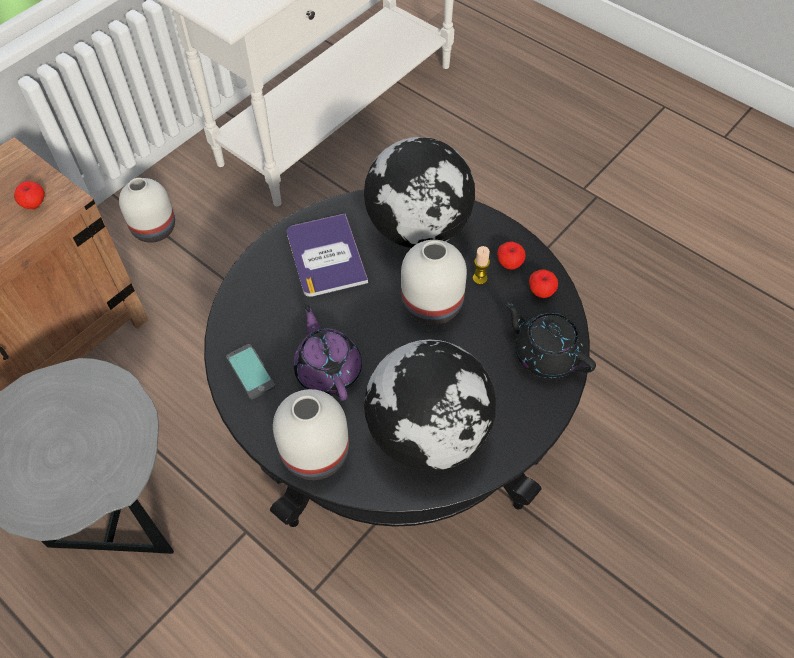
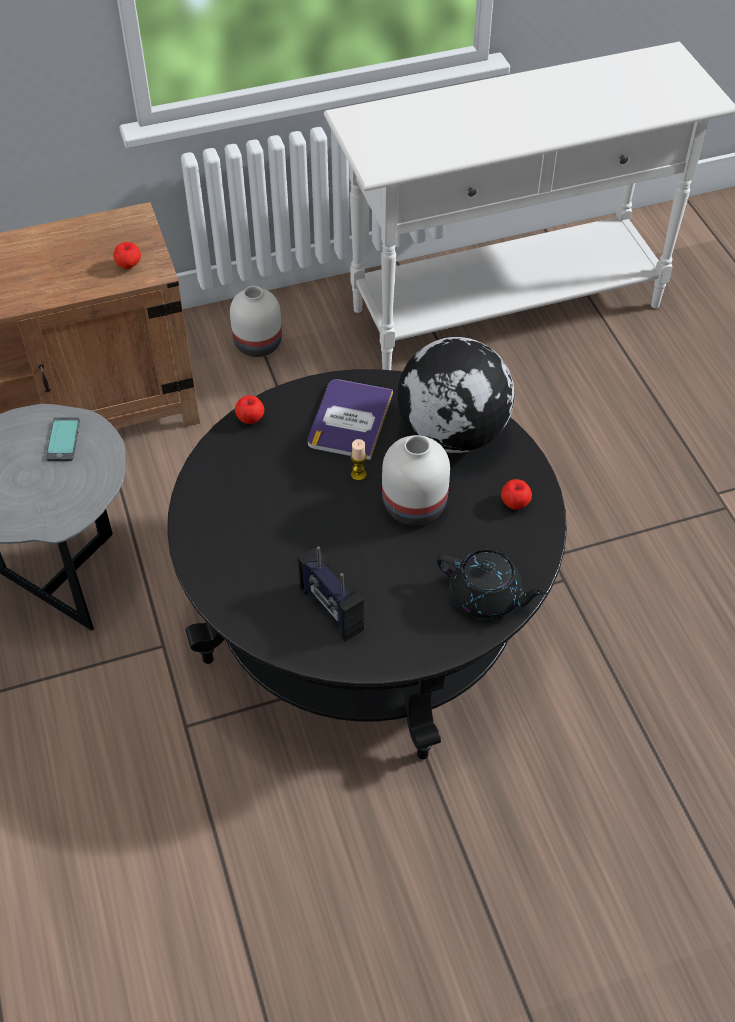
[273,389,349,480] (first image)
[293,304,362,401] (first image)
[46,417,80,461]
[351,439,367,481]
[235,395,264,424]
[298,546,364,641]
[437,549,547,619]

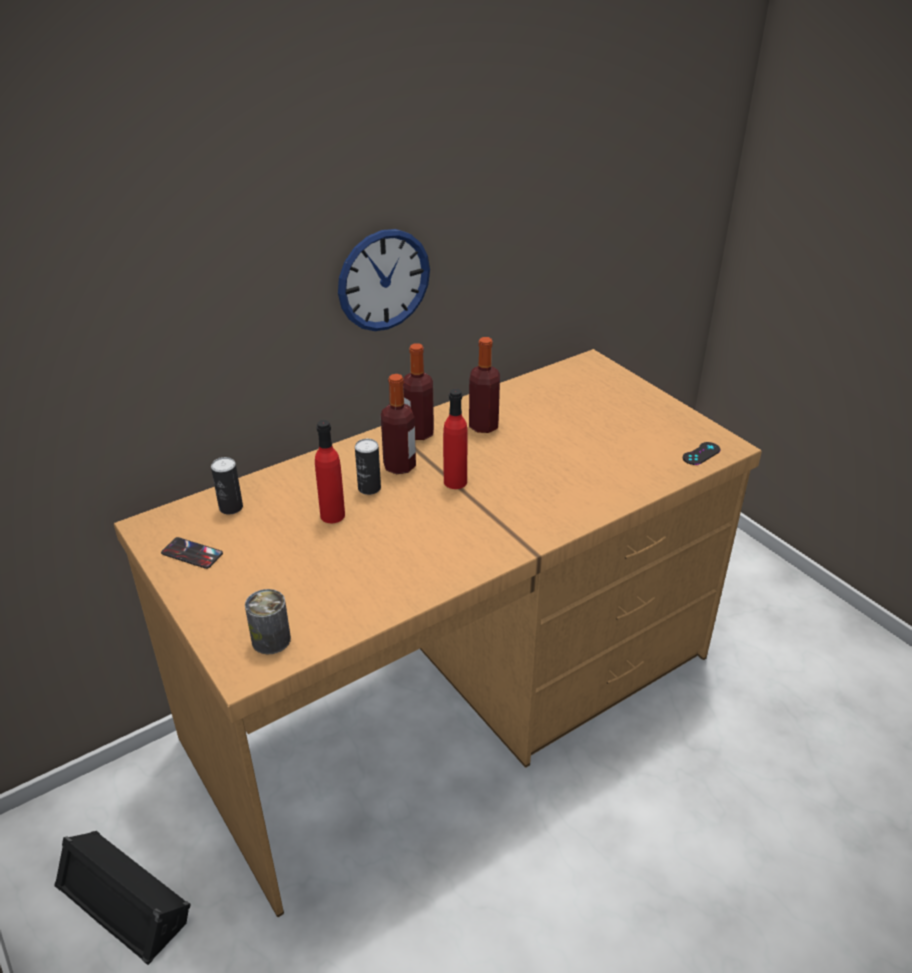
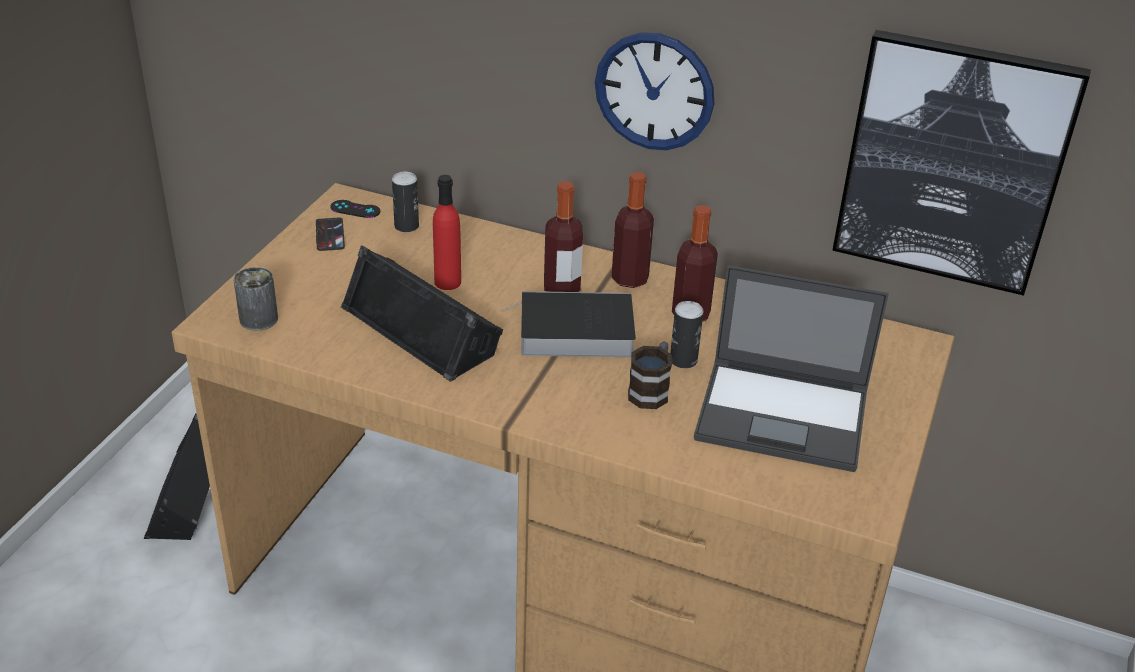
[341,245,503,382]
[628,341,672,409]
[694,265,889,472]
[832,30,1091,296]
[670,301,704,368]
[330,200,380,218]
[501,291,636,357]

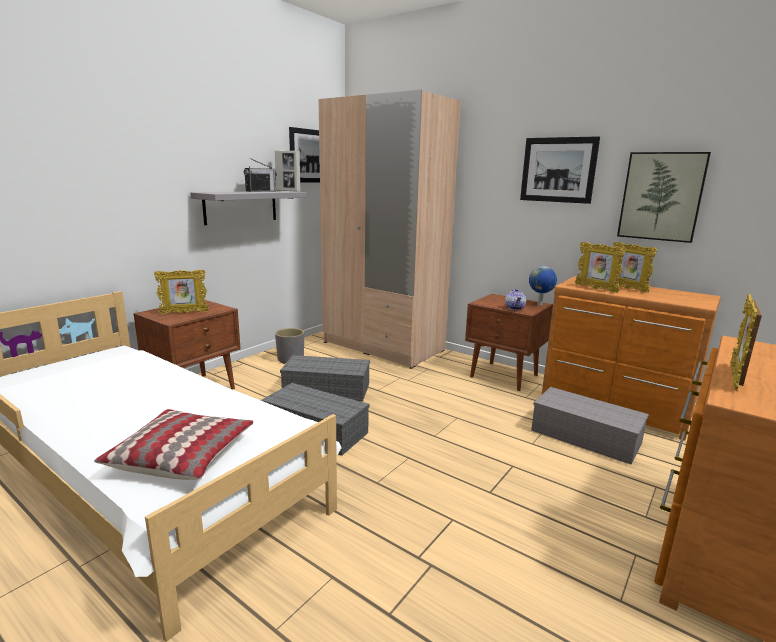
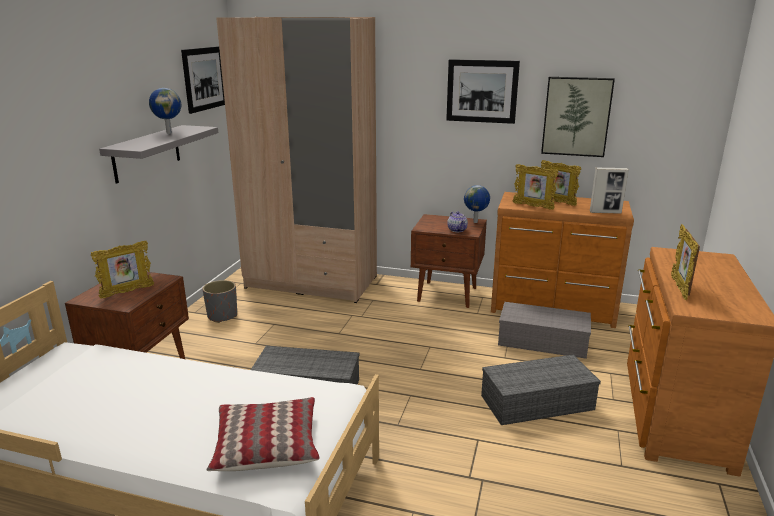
[590,167,629,214]
[481,354,601,425]
[149,88,181,134]

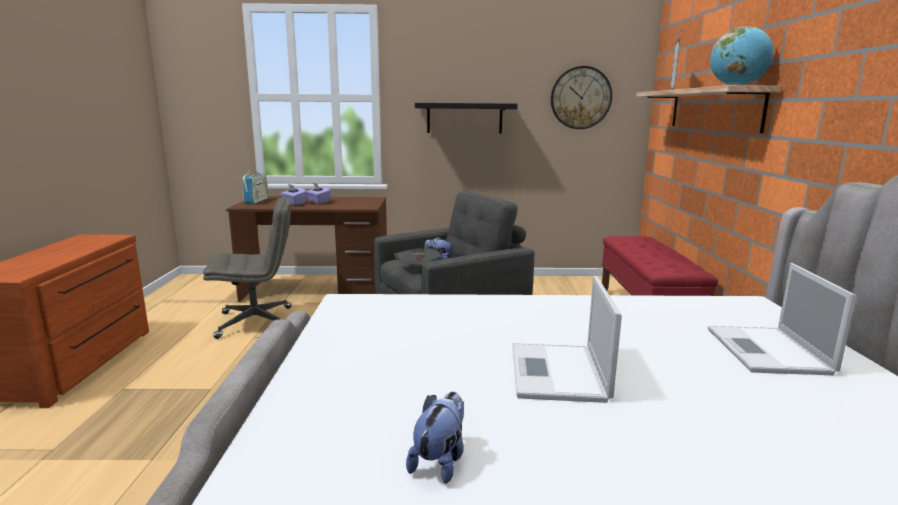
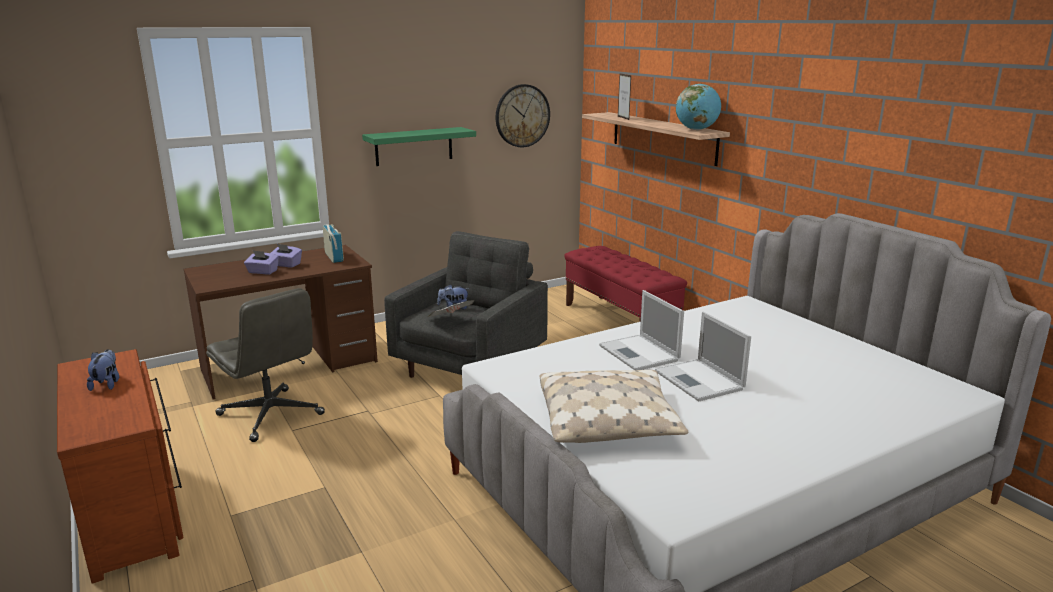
[539,370,689,443]
[323,224,344,263]
[87,349,119,391]
[599,290,684,370]
[362,127,476,166]
[206,288,325,442]

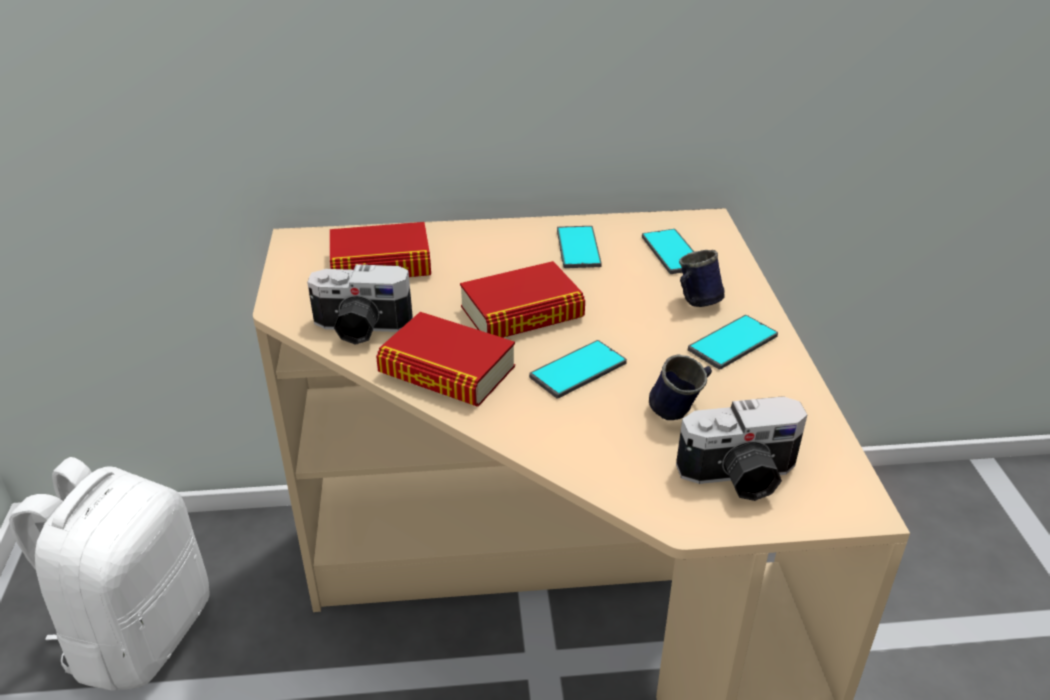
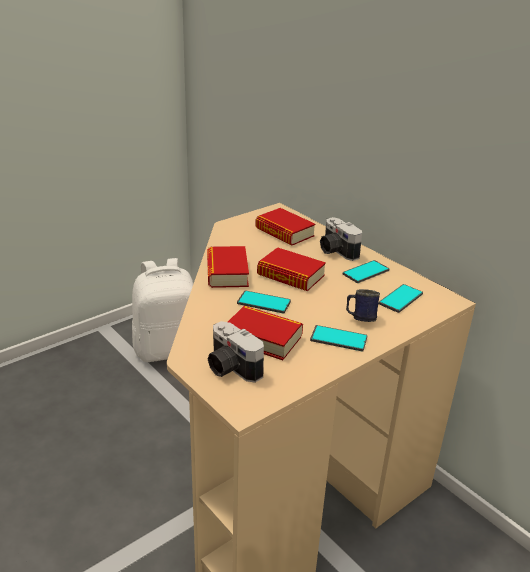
[320,217,362,261]
[228,306,303,360]

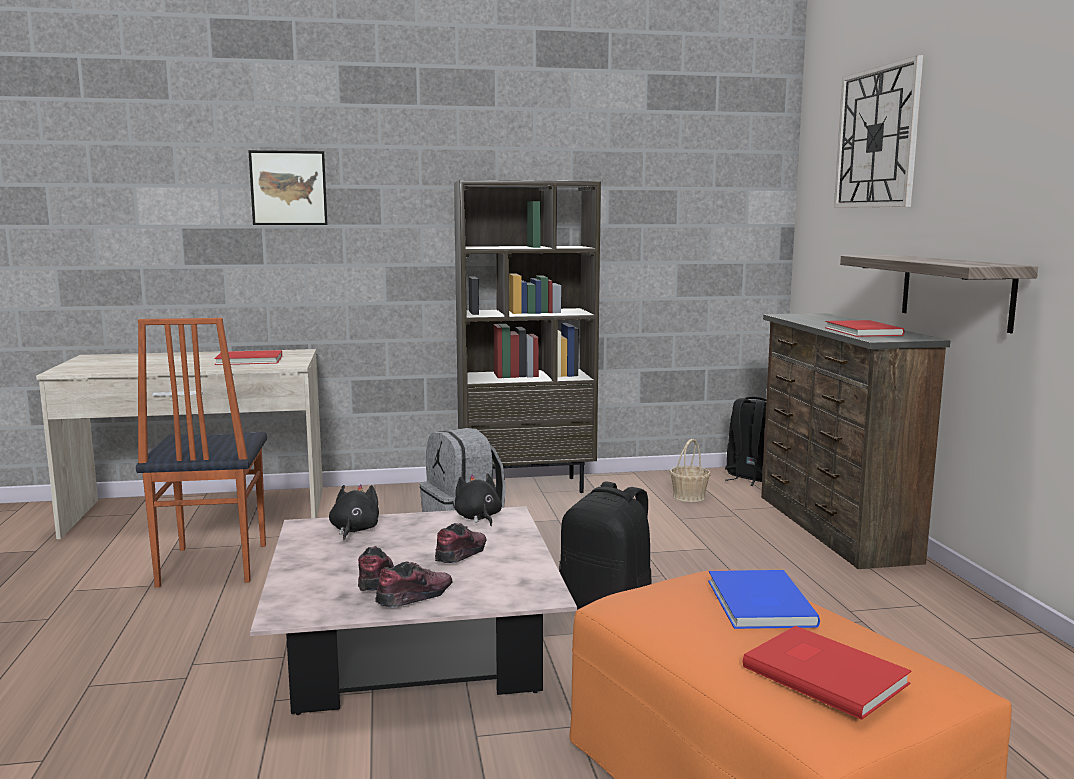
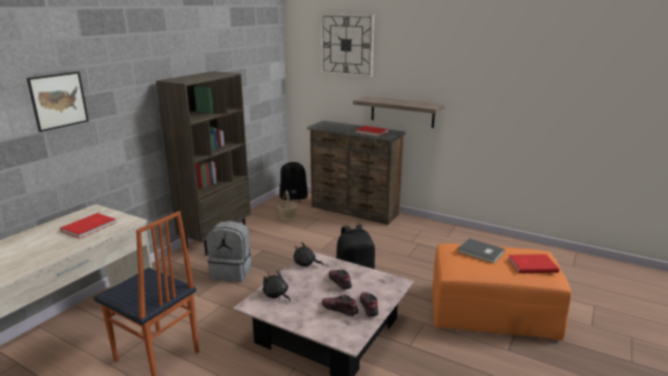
[458,238,505,263]

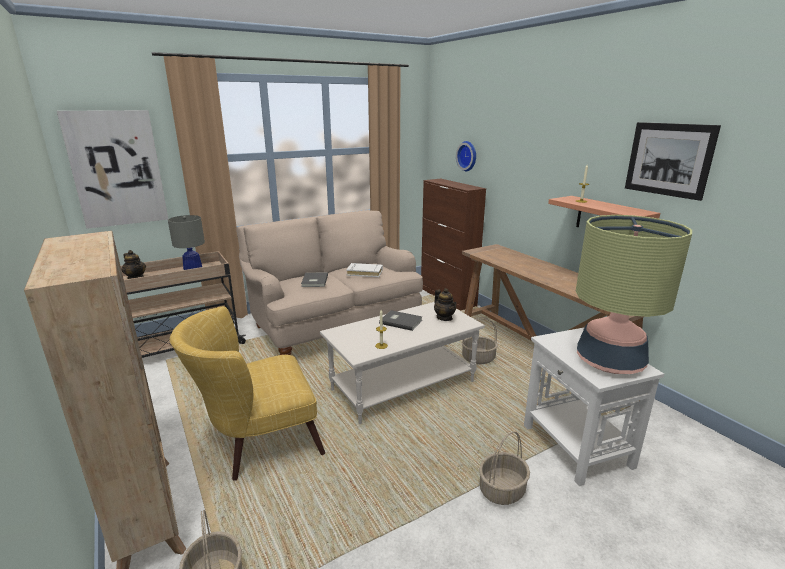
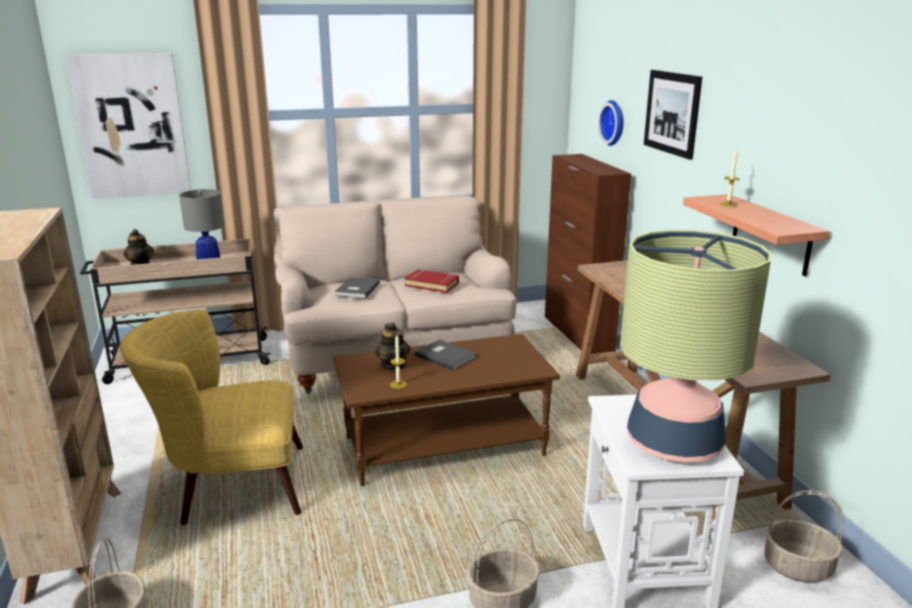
[375,322,410,371]
[765,490,844,583]
[644,70,702,160]
[333,334,560,486]
[405,269,459,293]

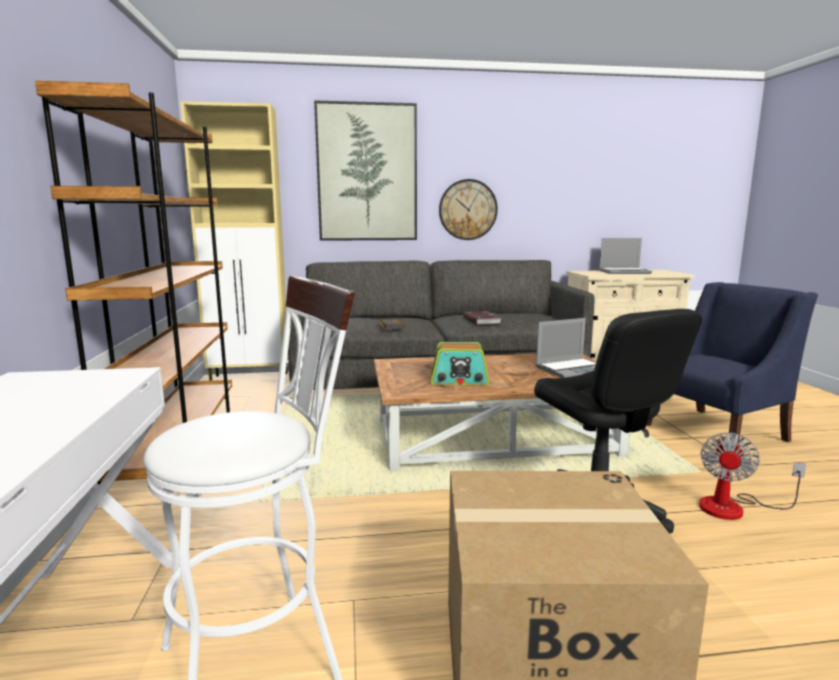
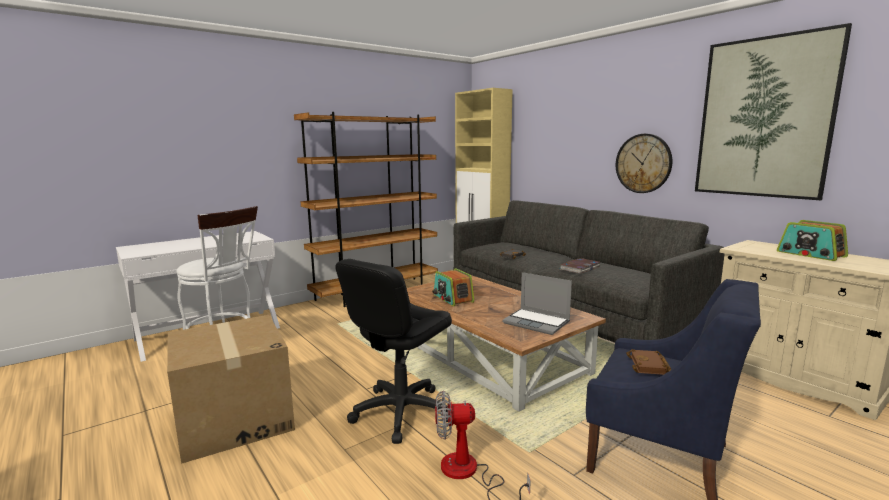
[626,349,671,375]
[695,23,852,200]
[777,220,848,261]

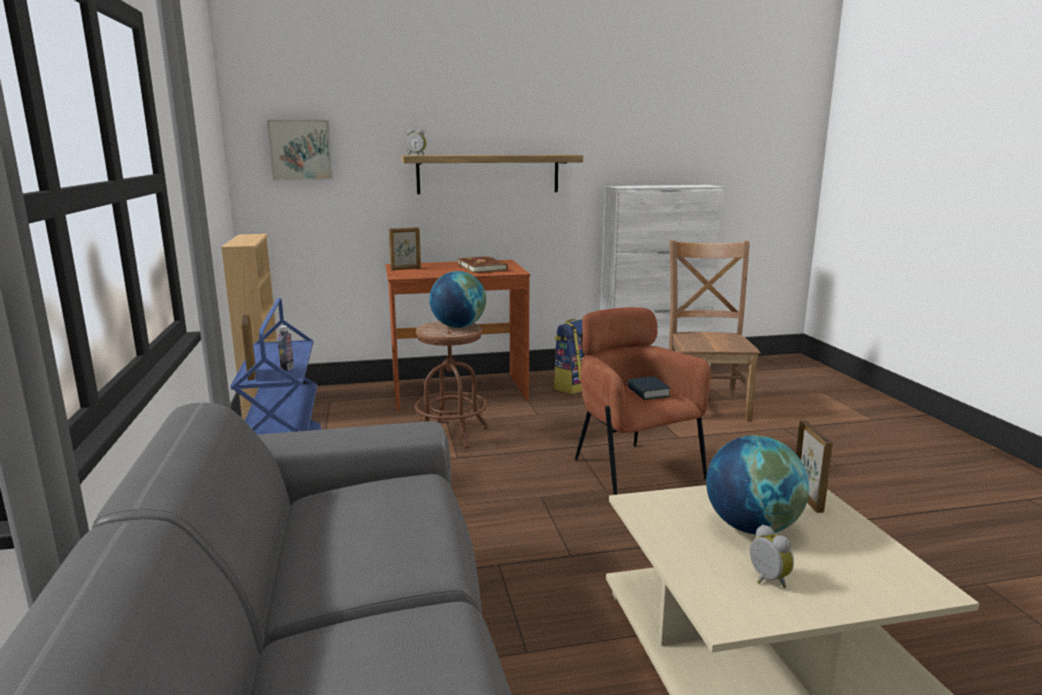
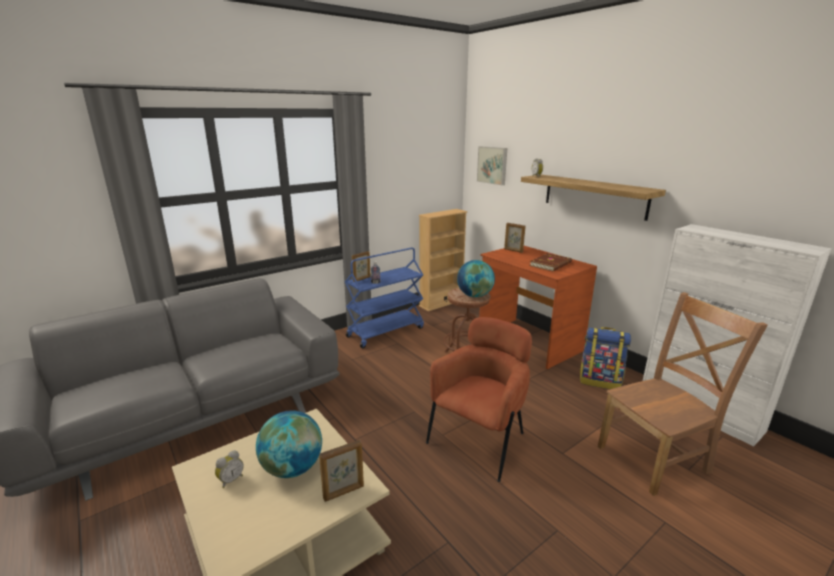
[628,376,670,400] (first image)

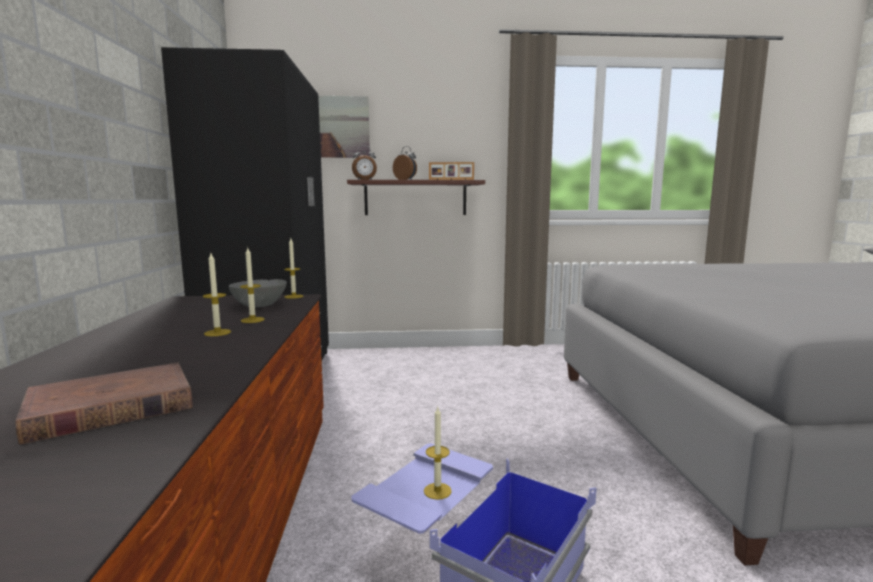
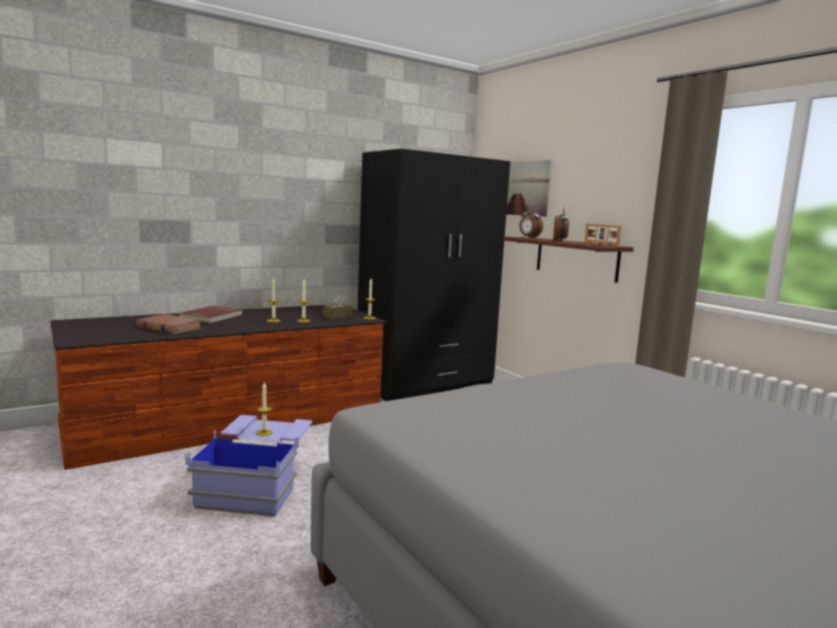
[178,306,242,323]
[323,294,353,320]

